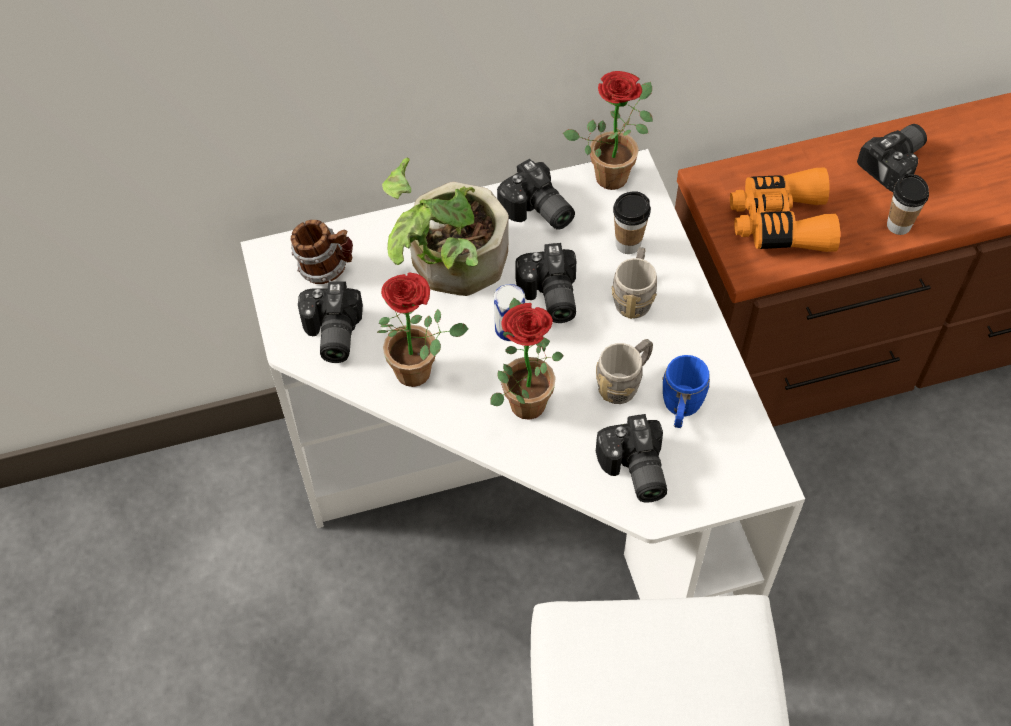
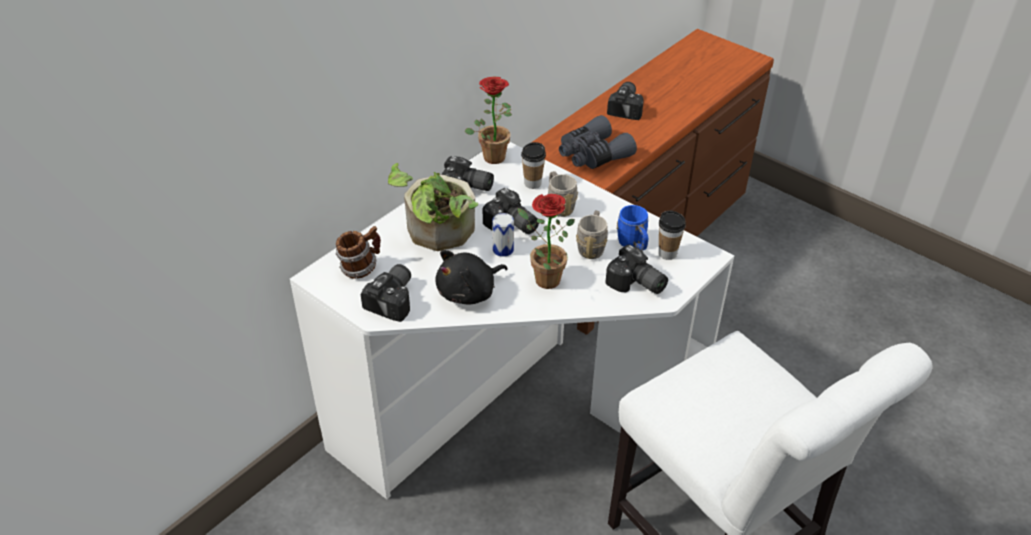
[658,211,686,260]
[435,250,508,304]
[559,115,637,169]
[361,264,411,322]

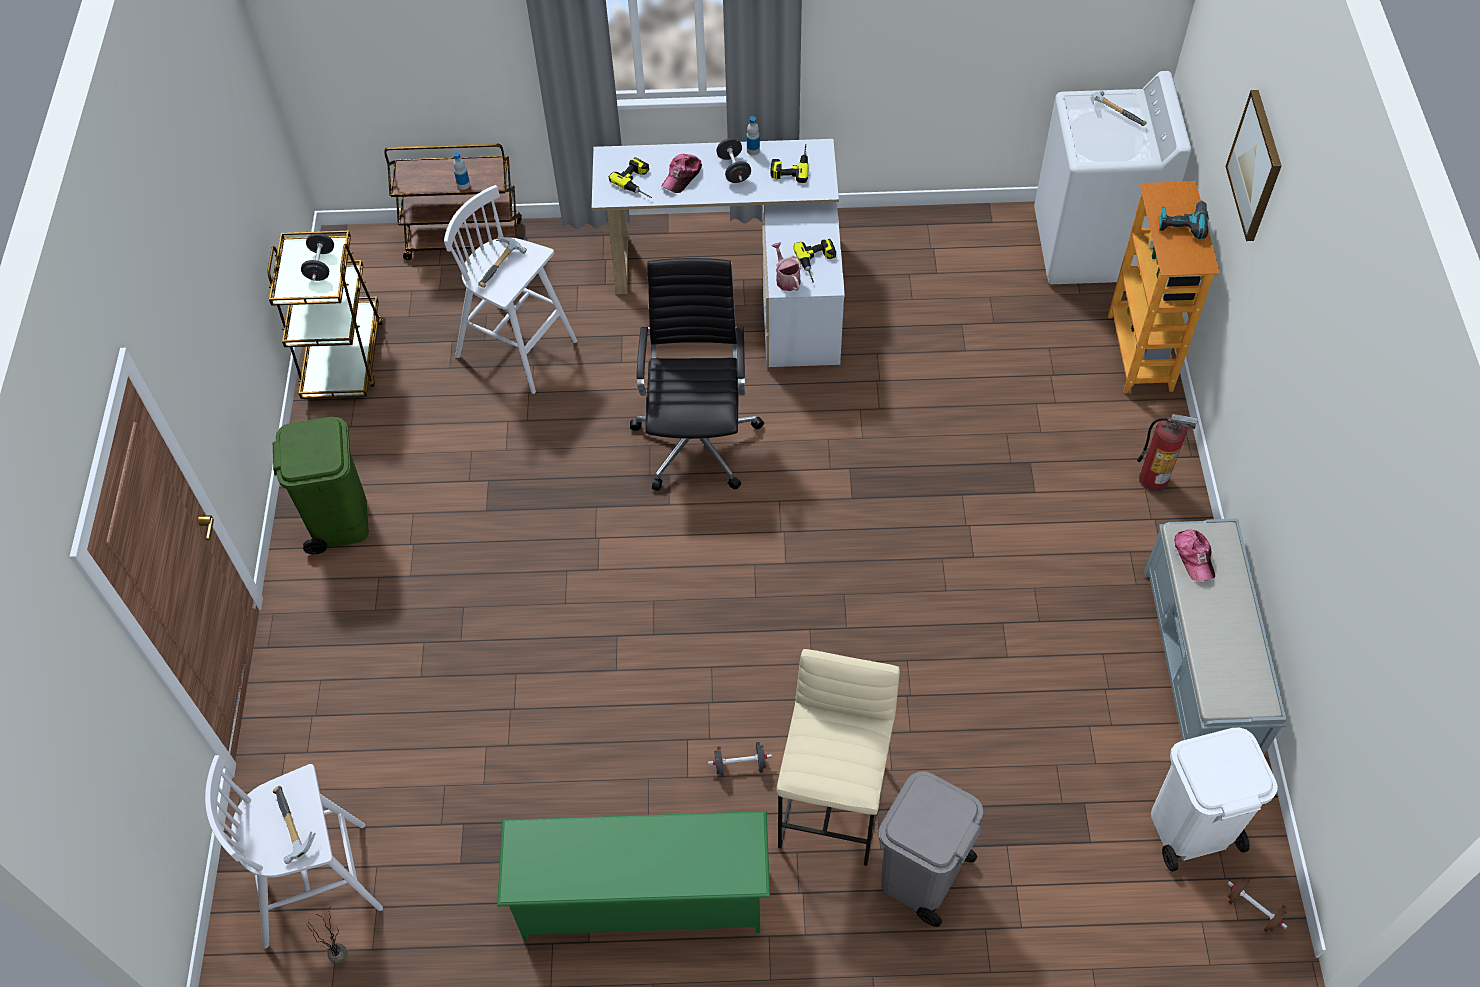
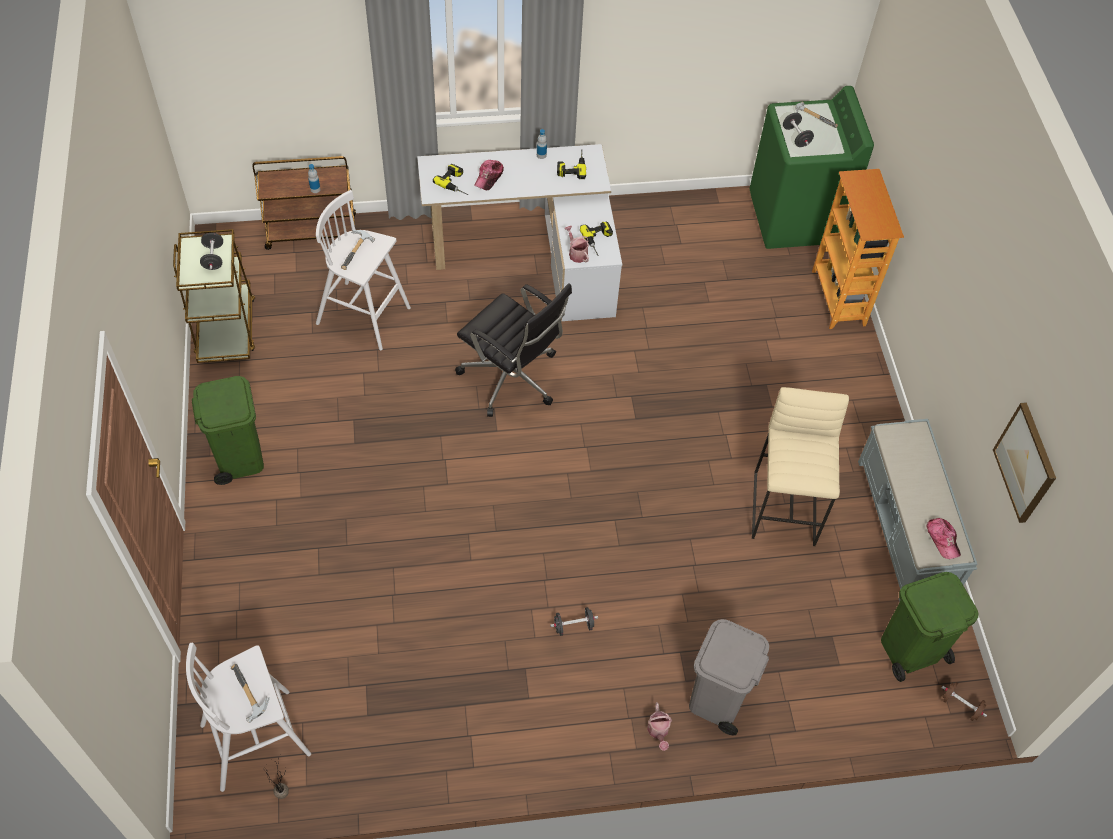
[497,811,770,941] (first image)
[1137,414,1198,492] (first image)
[1159,200,1209,239] (first image)
[647,702,672,751]
[783,113,814,147]
[752,387,849,546]
[926,518,961,559]
[993,402,1056,523]
[750,86,874,249]
[881,572,979,682]
[455,283,572,417]

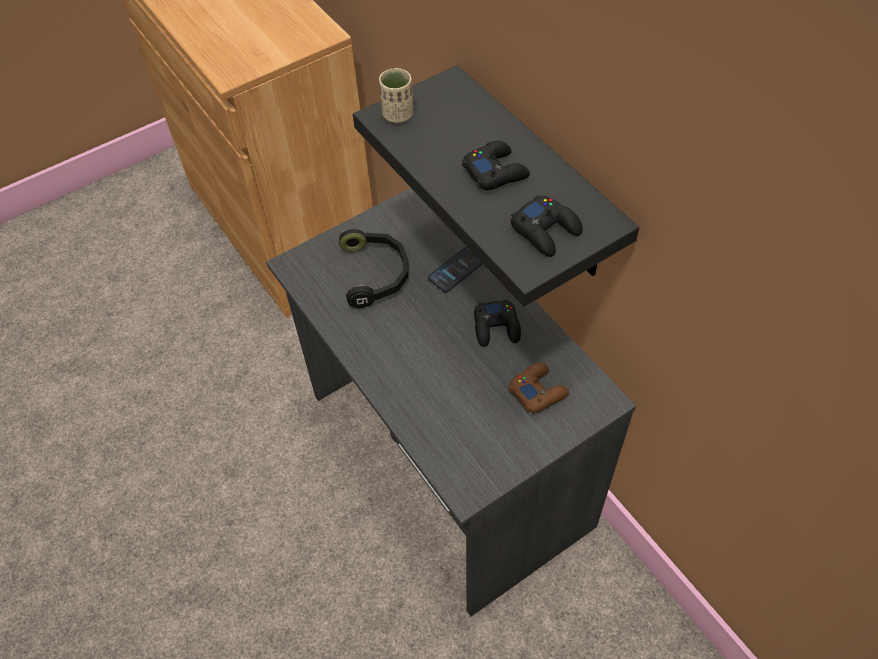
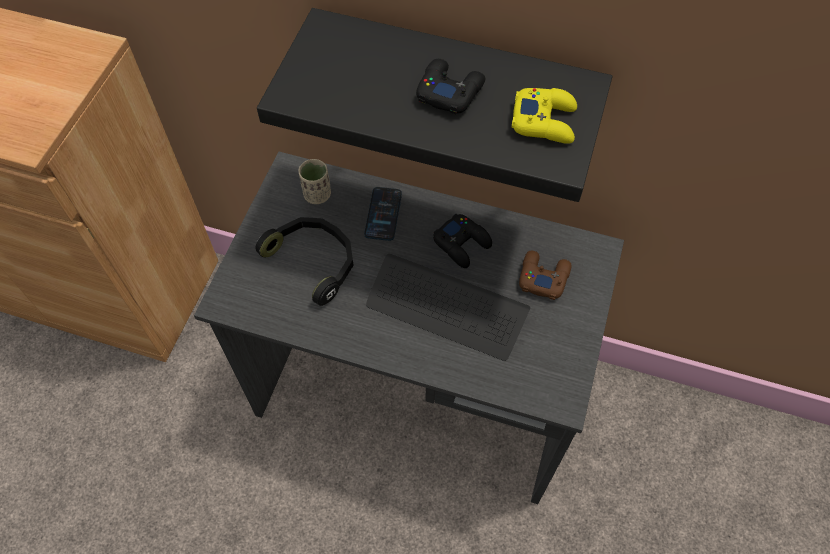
[366,254,530,361]
[298,159,331,204]
[511,88,577,144]

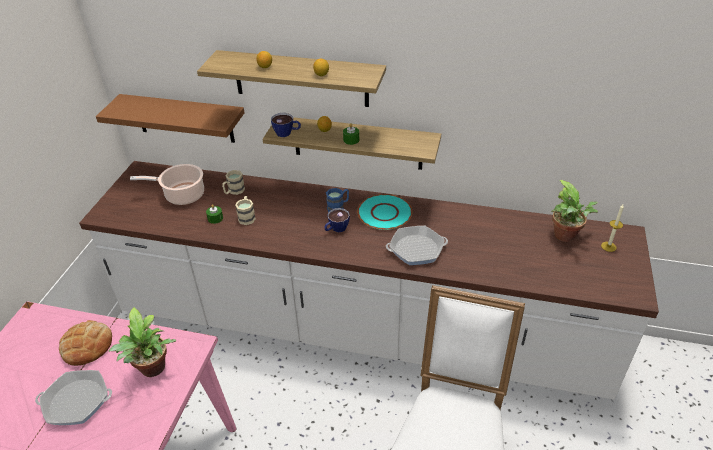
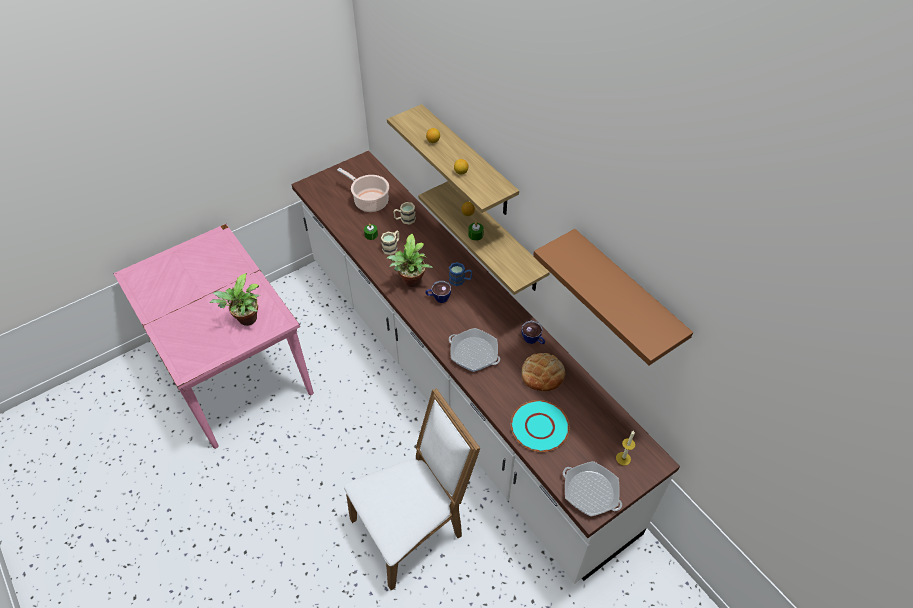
[563,461,622,516]
[522,353,565,391]
[533,229,693,366]
[521,321,545,344]
[511,400,570,452]
[387,233,433,287]

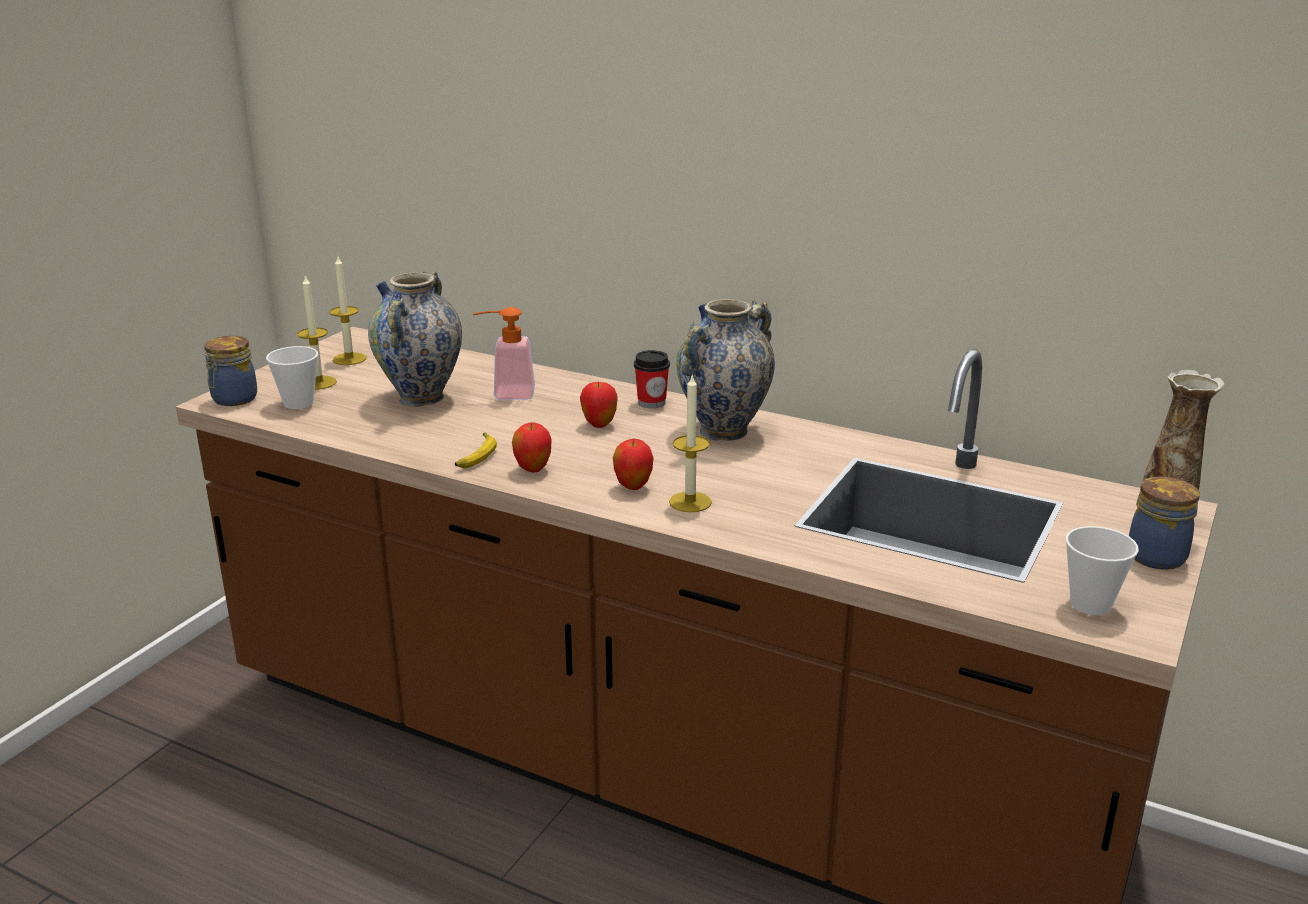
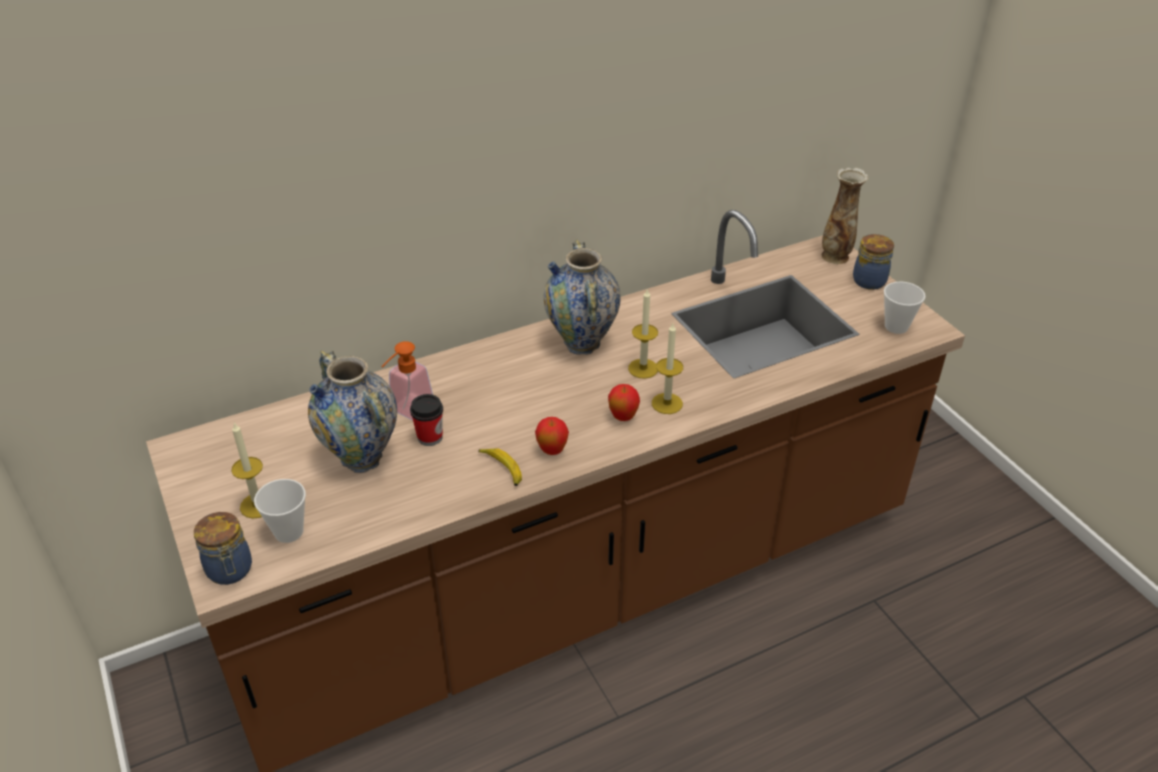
[580,381,618,428] (first image)
[628,289,658,379]
[410,394,443,446]

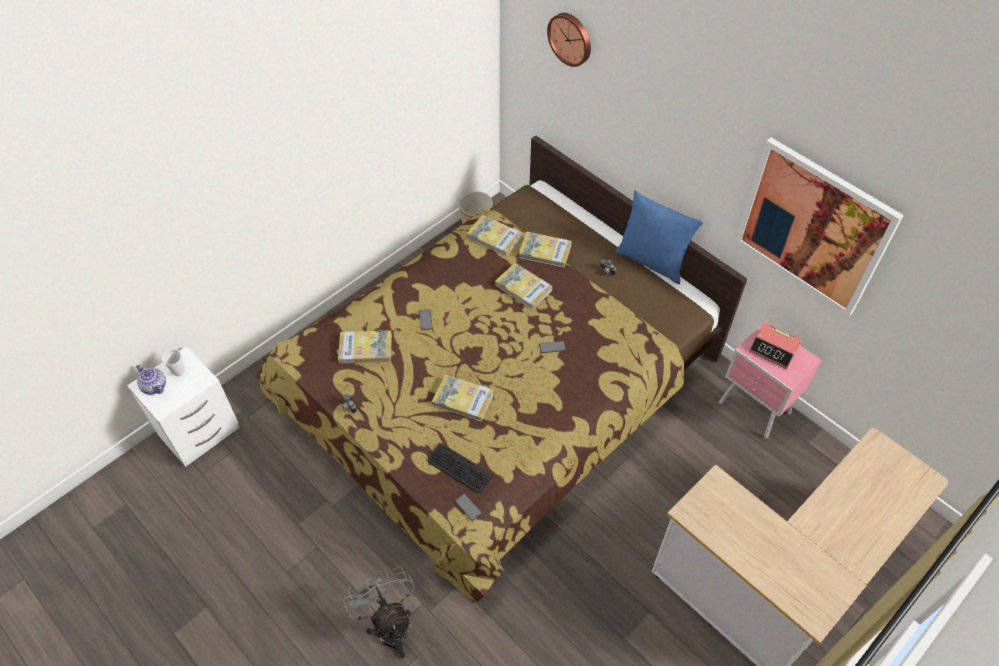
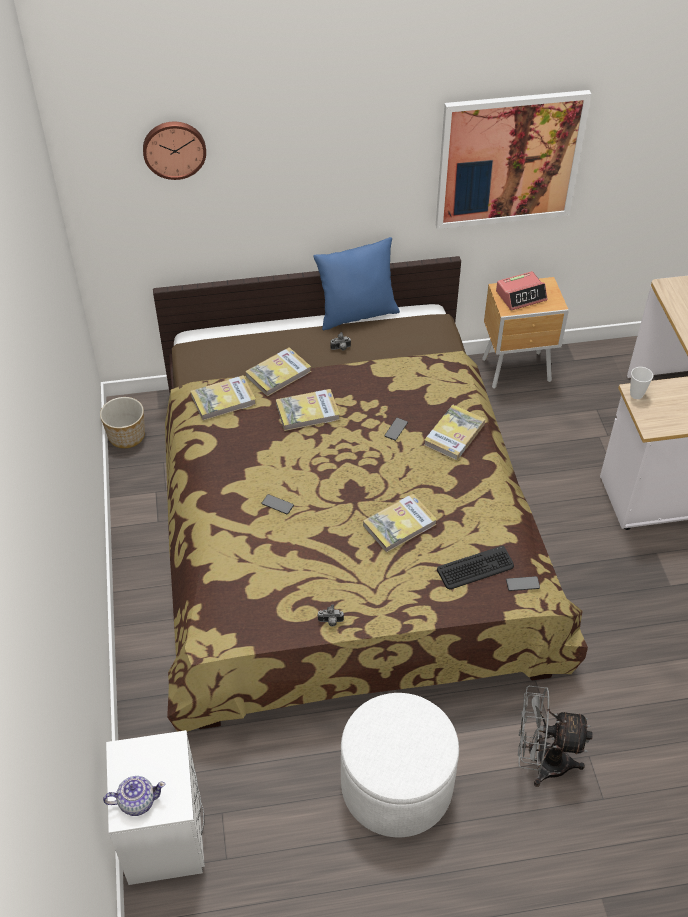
[341,693,459,837]
[630,367,653,399]
[424,405,485,461]
[482,277,569,389]

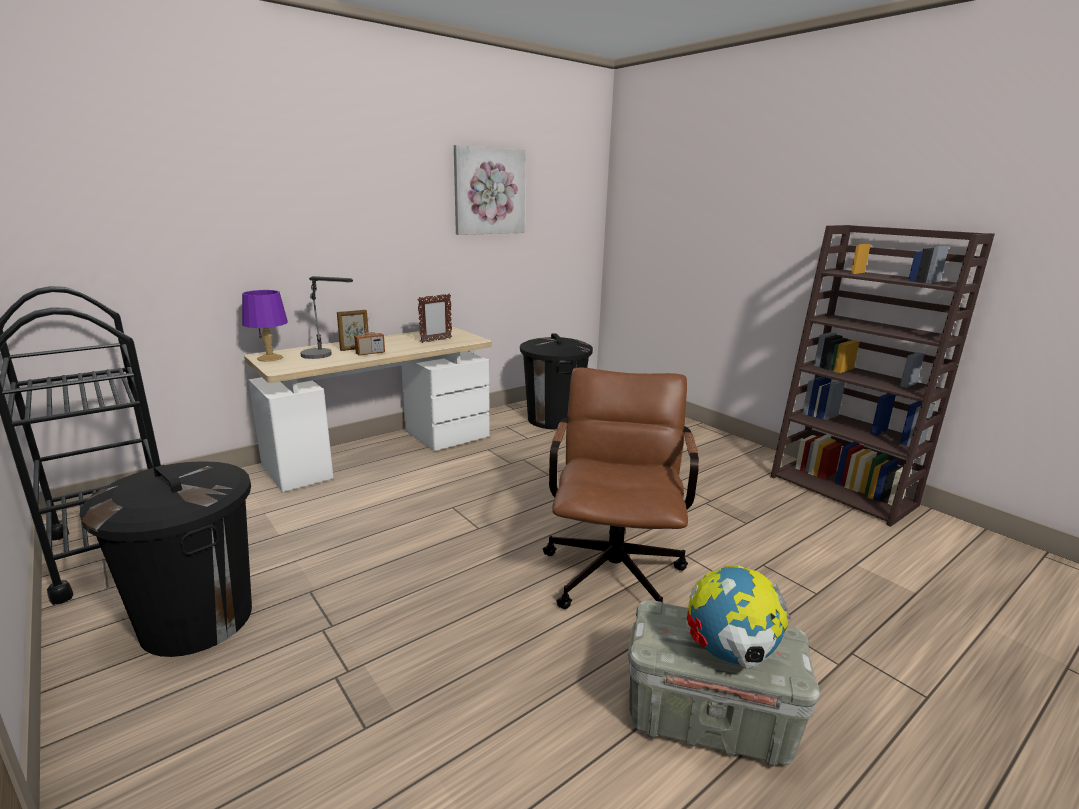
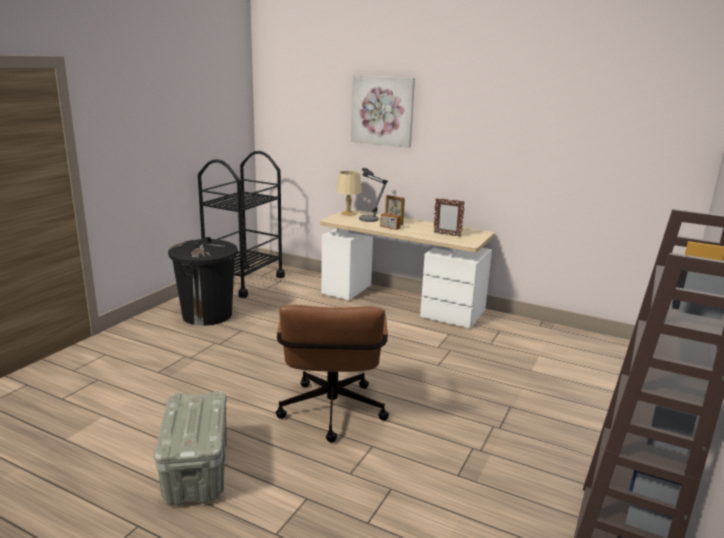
[520,333,593,430] (first image)
[686,565,791,669] (first image)
[351,75,415,148]
[336,171,362,216]
[276,305,389,443]

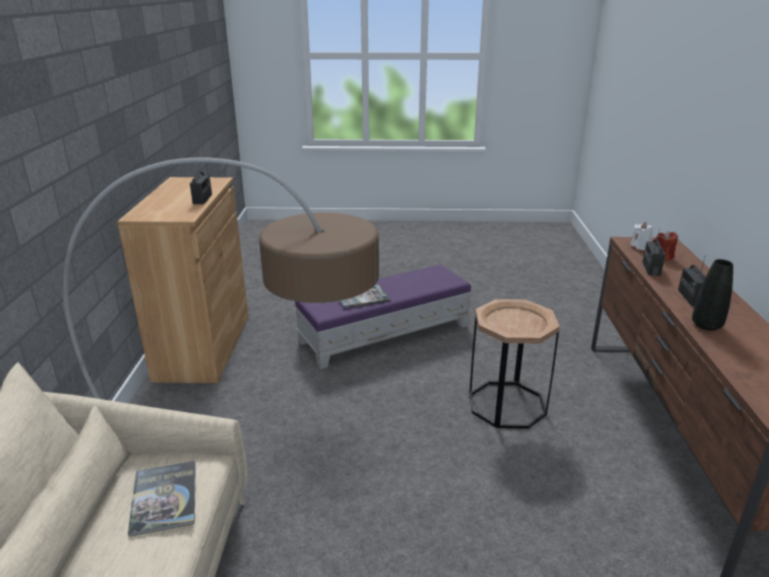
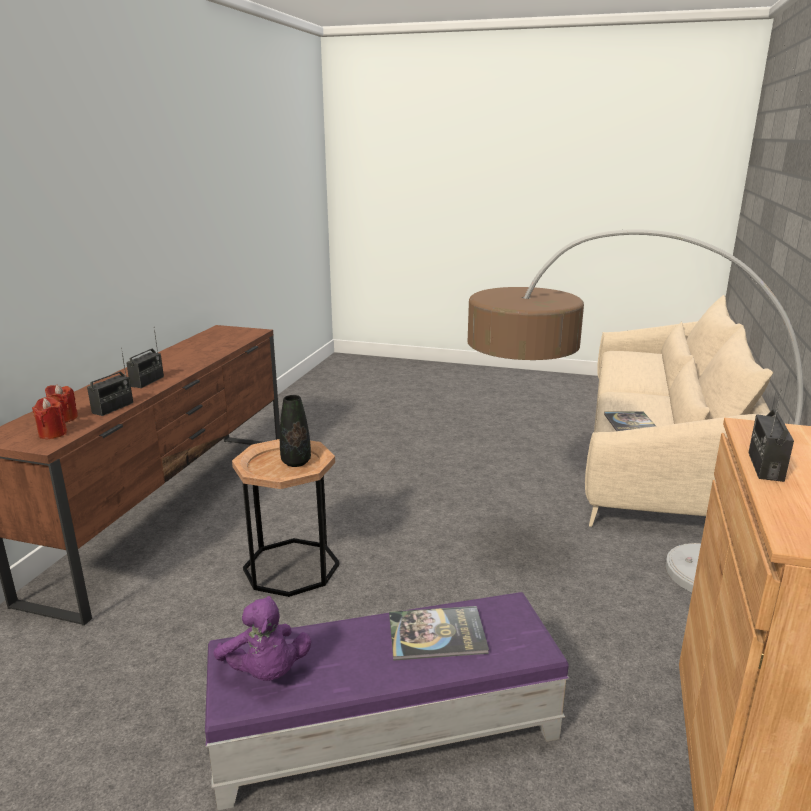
[213,596,311,681]
[280,395,311,467]
[32,397,67,439]

